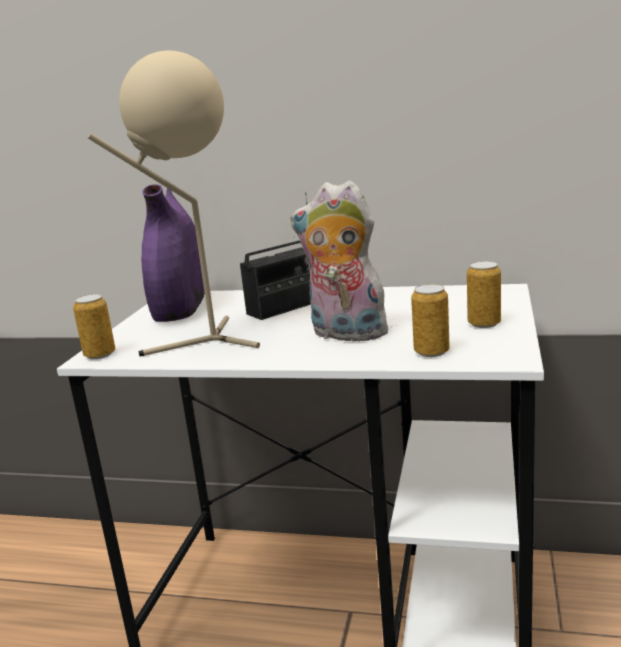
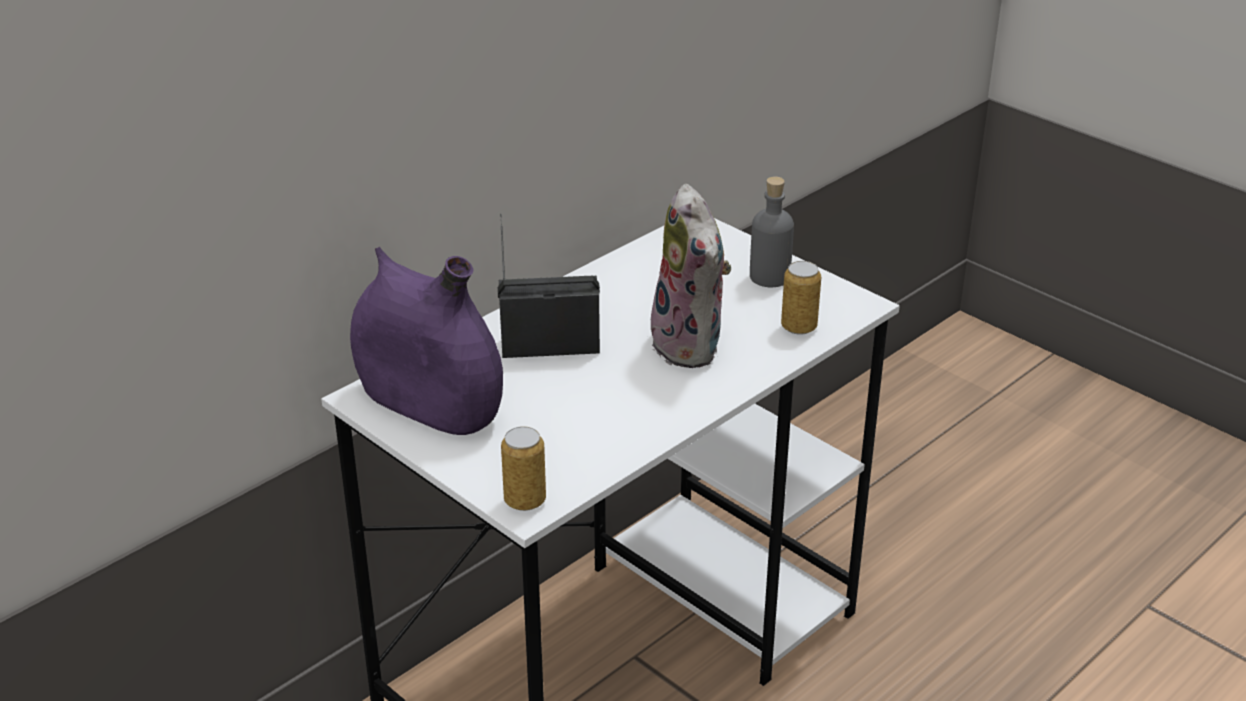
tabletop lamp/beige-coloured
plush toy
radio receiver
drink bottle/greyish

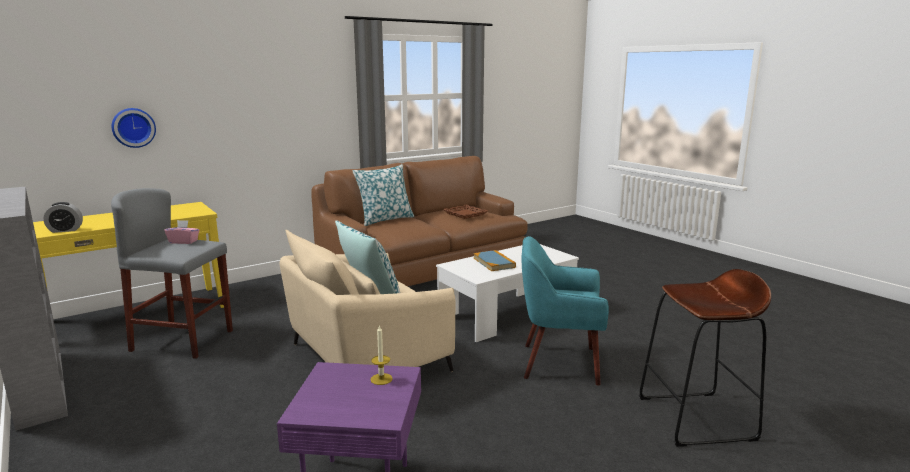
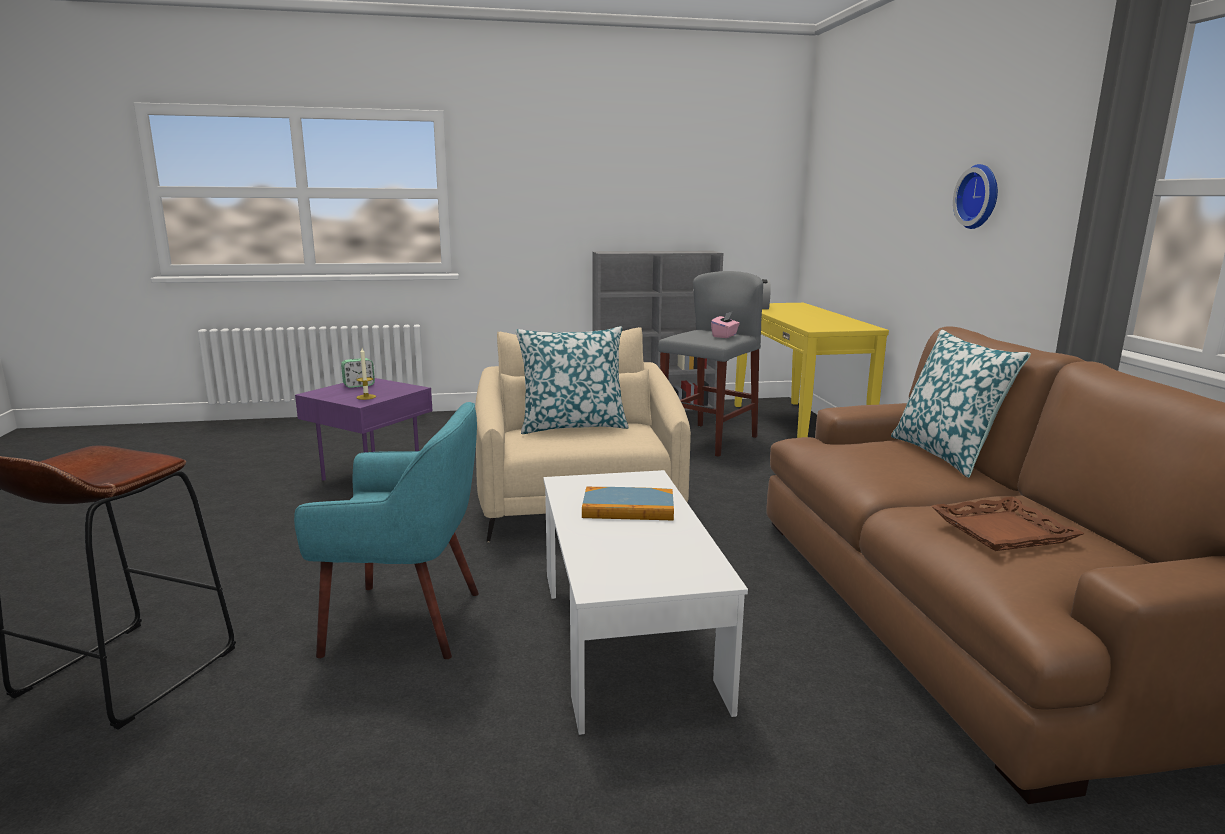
wall clock
armchair/blue-green
alarm clock (1st from left)

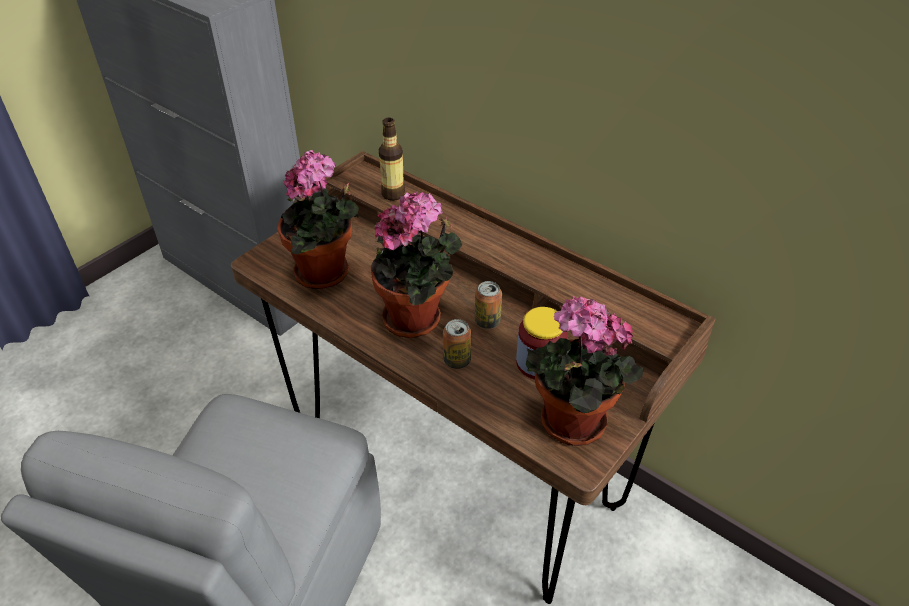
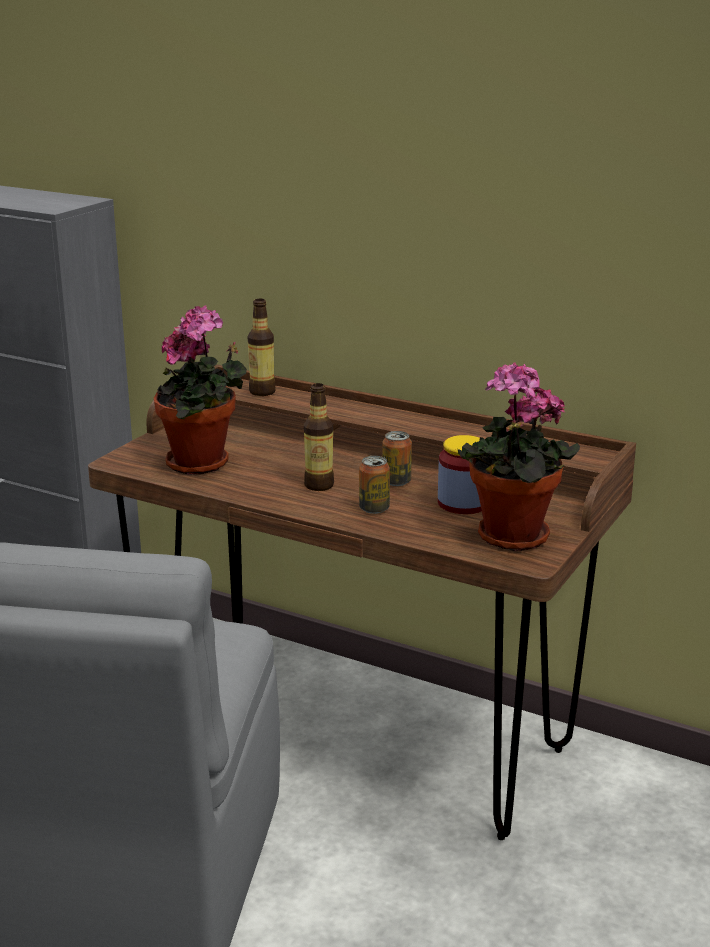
drink bottle (2nd from left)

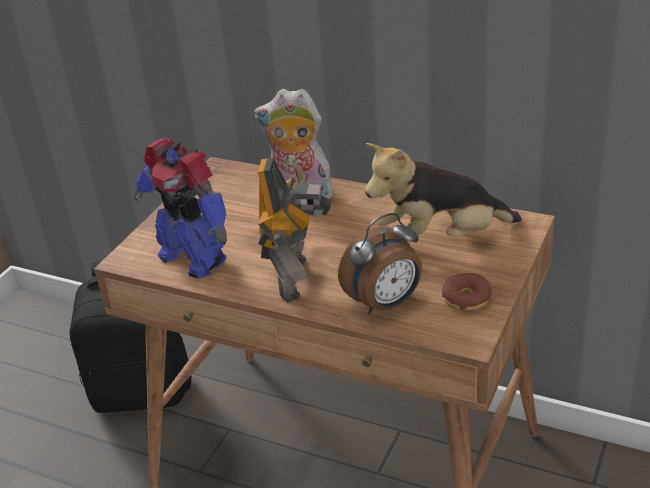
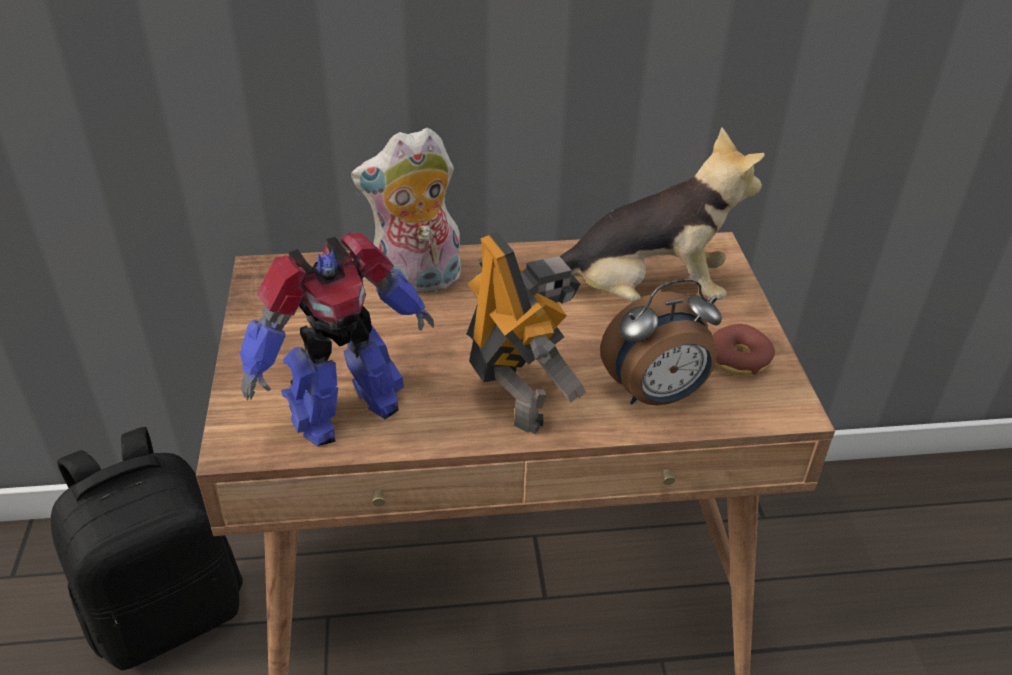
model robot (1st from left)
plush toy (2nd from left)
alarm clock

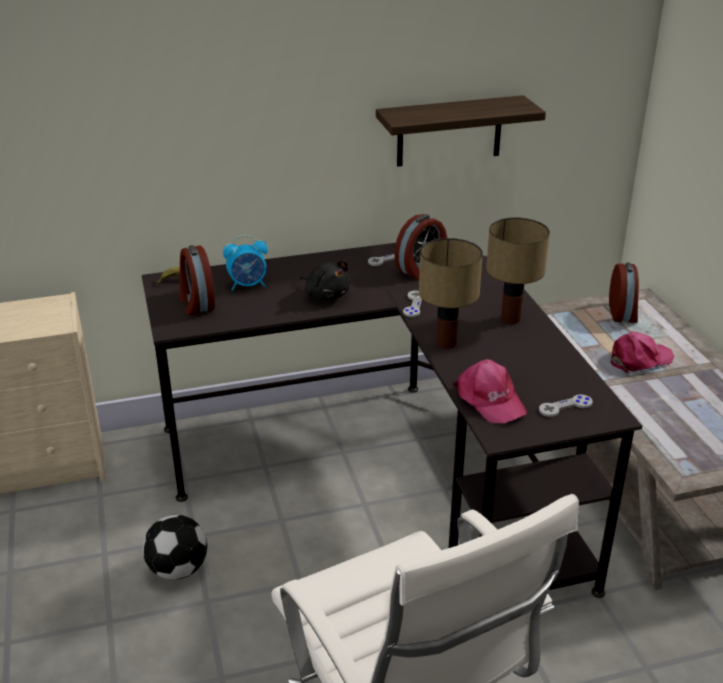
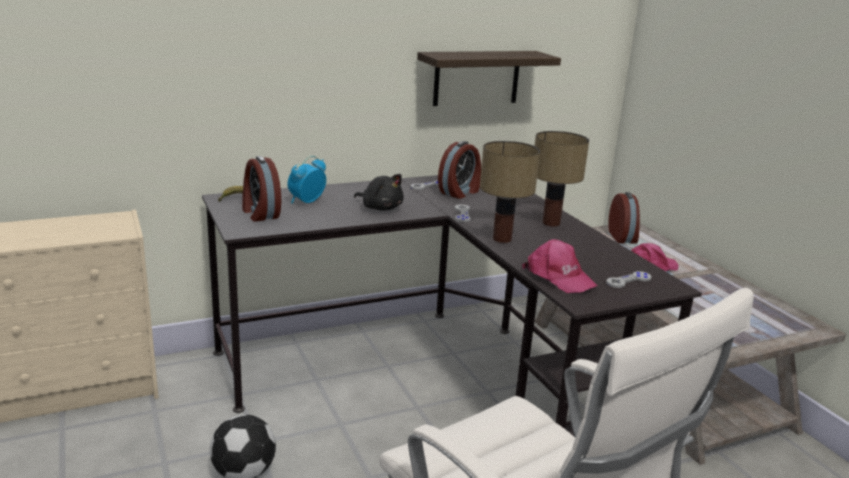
alarm clock (2nd from left)

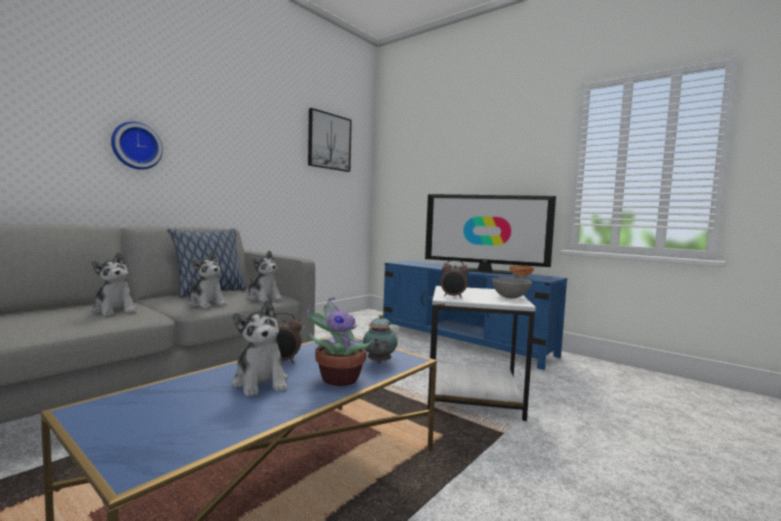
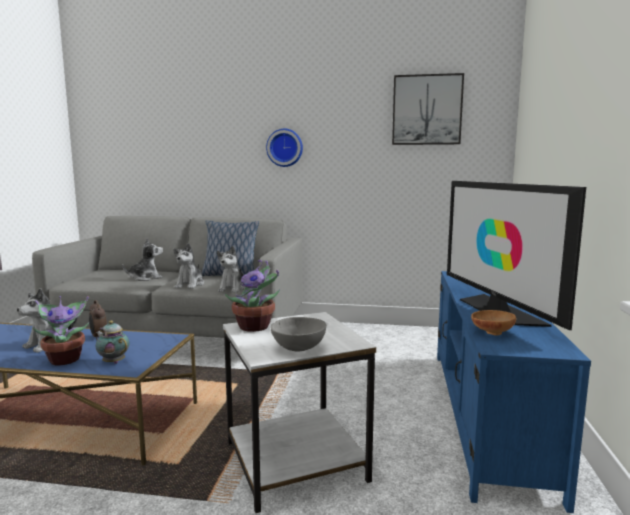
wall clock
plush toy (2nd from left)
potted plant (2nd from left)
pot for tea

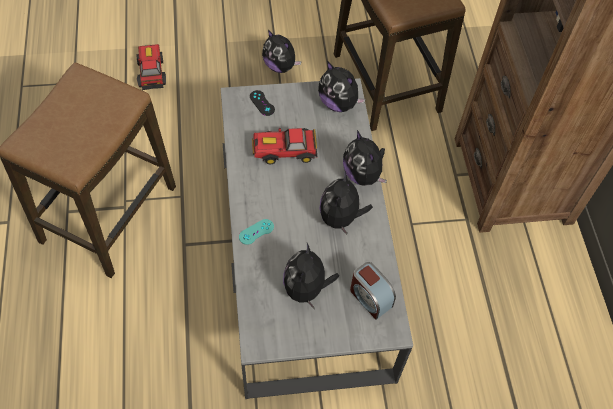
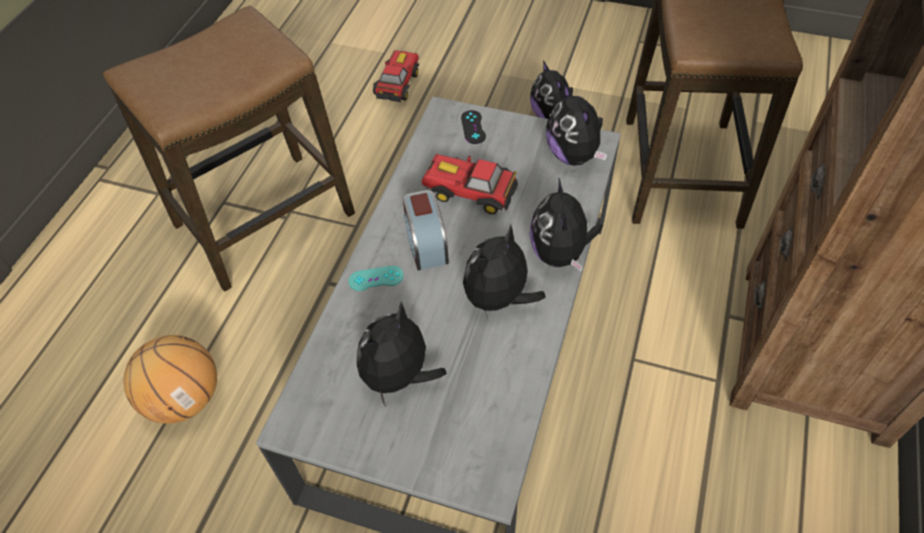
alarm clock
basketball ball

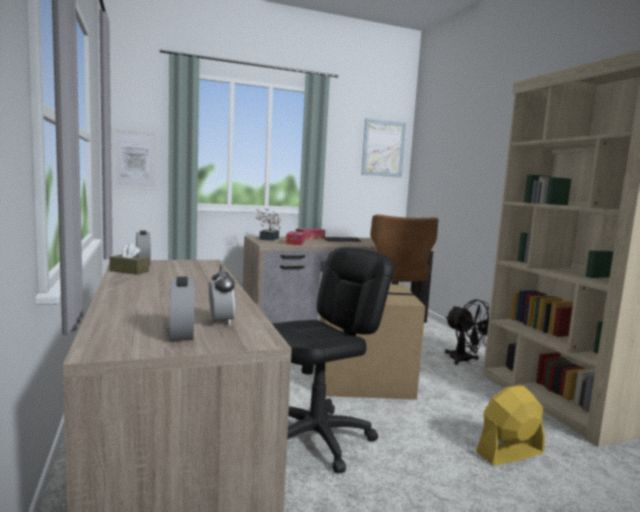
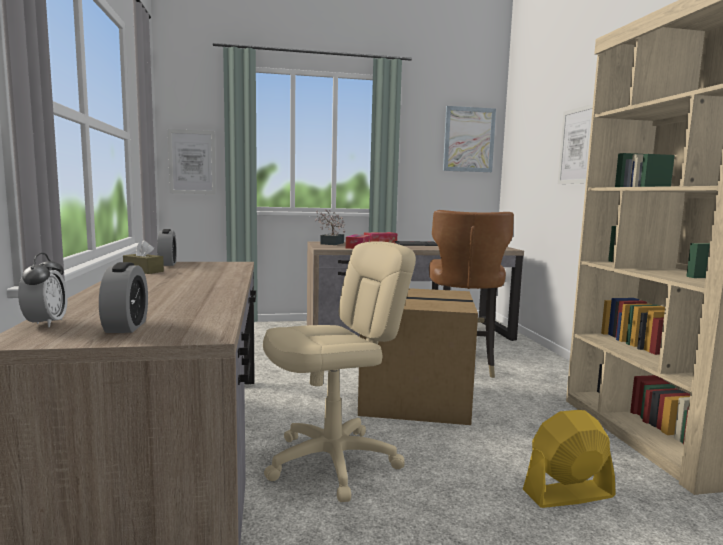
office chair/beige-coloured
alarm clock (1st from left)
fan/black
wall picture (3rd from left)

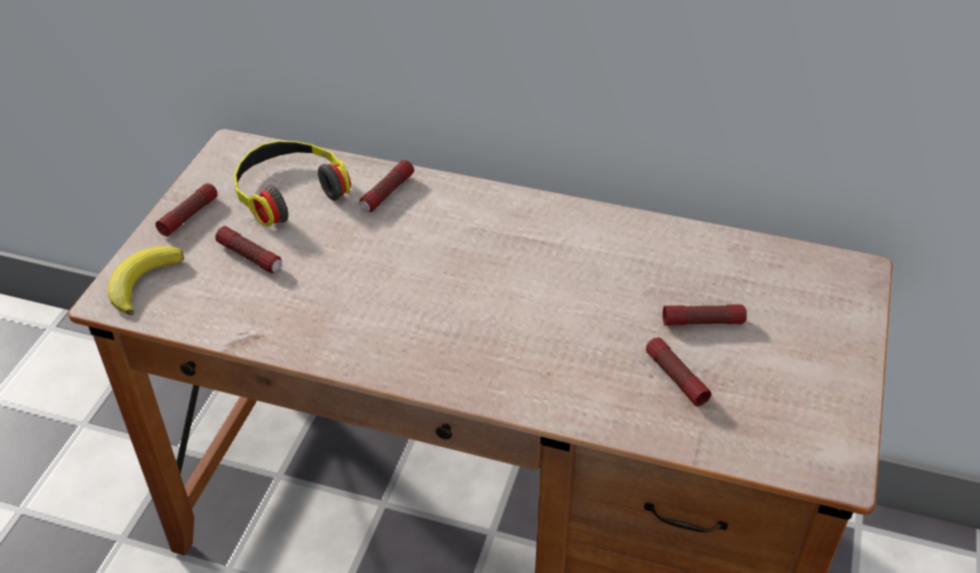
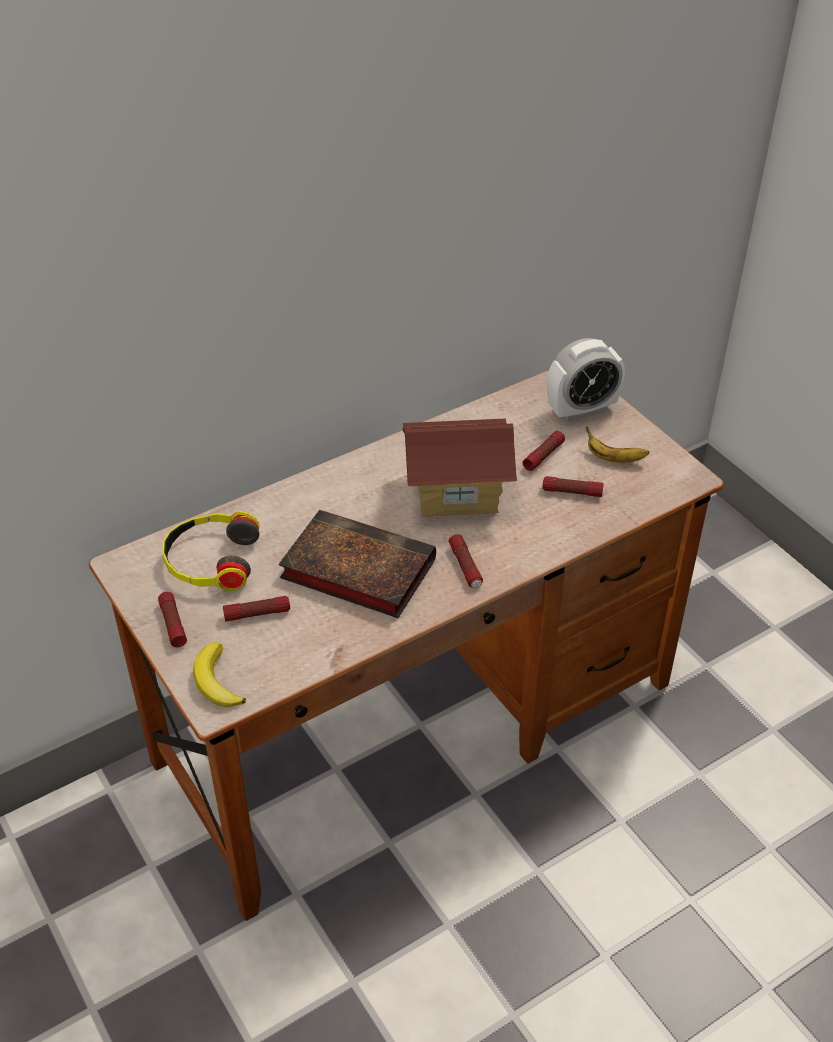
torch (3rd from left)
alarm clock
miniature house
whole banana (2nd from left)
book

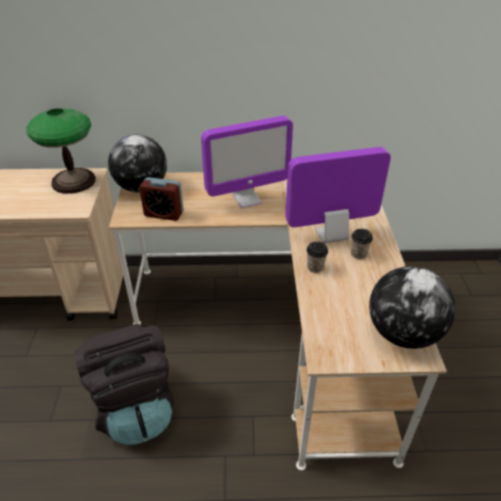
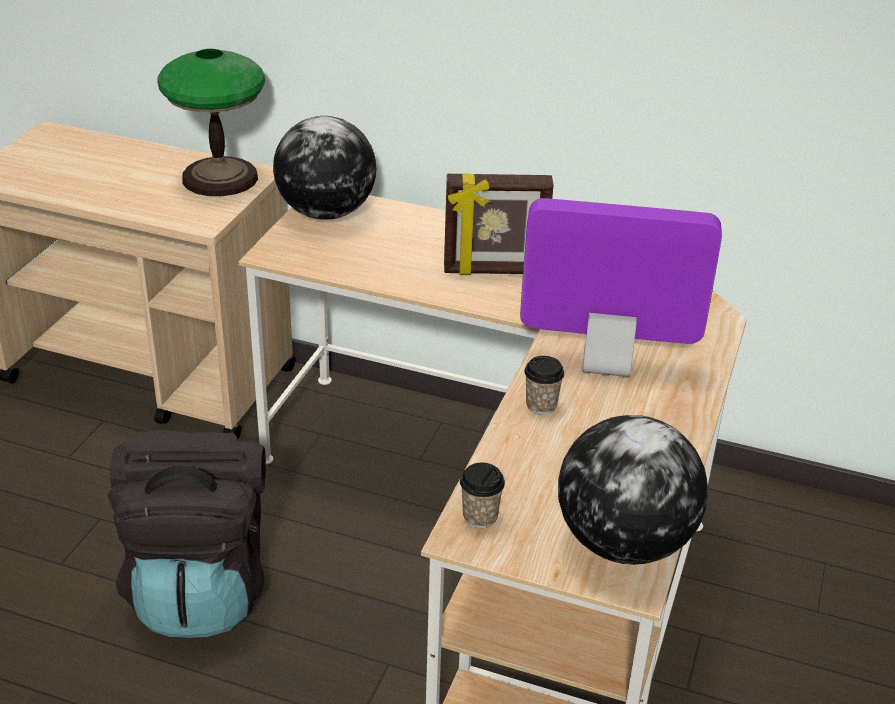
standing frame
alarm clock
cup (1st from left)

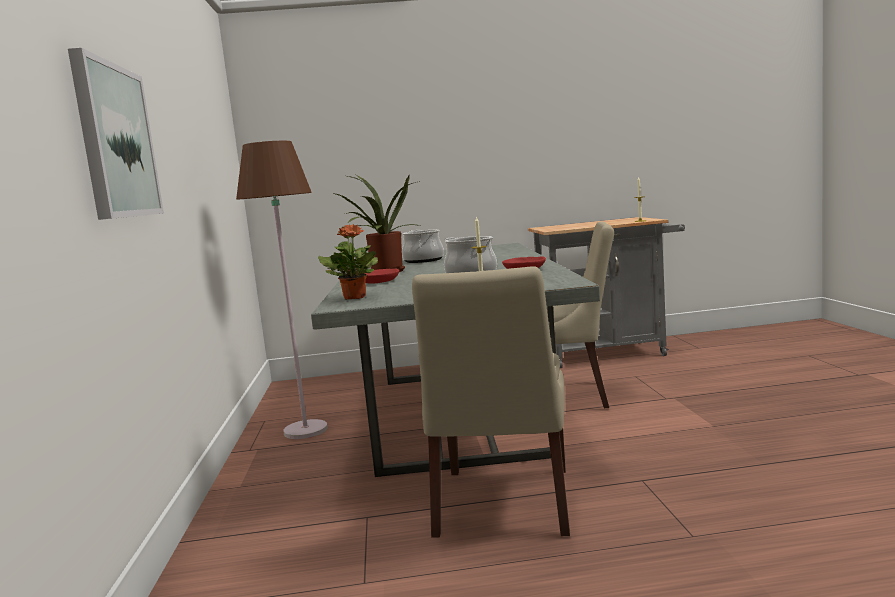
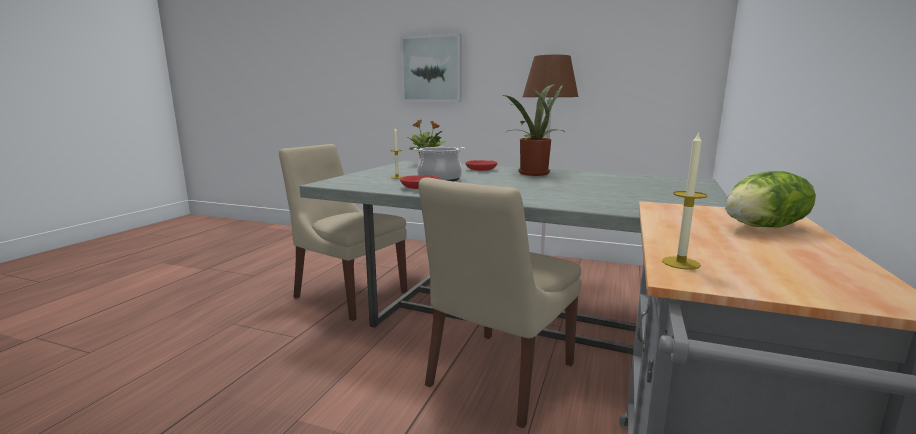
cooking pot (1st from left in the first image)
lettuce

